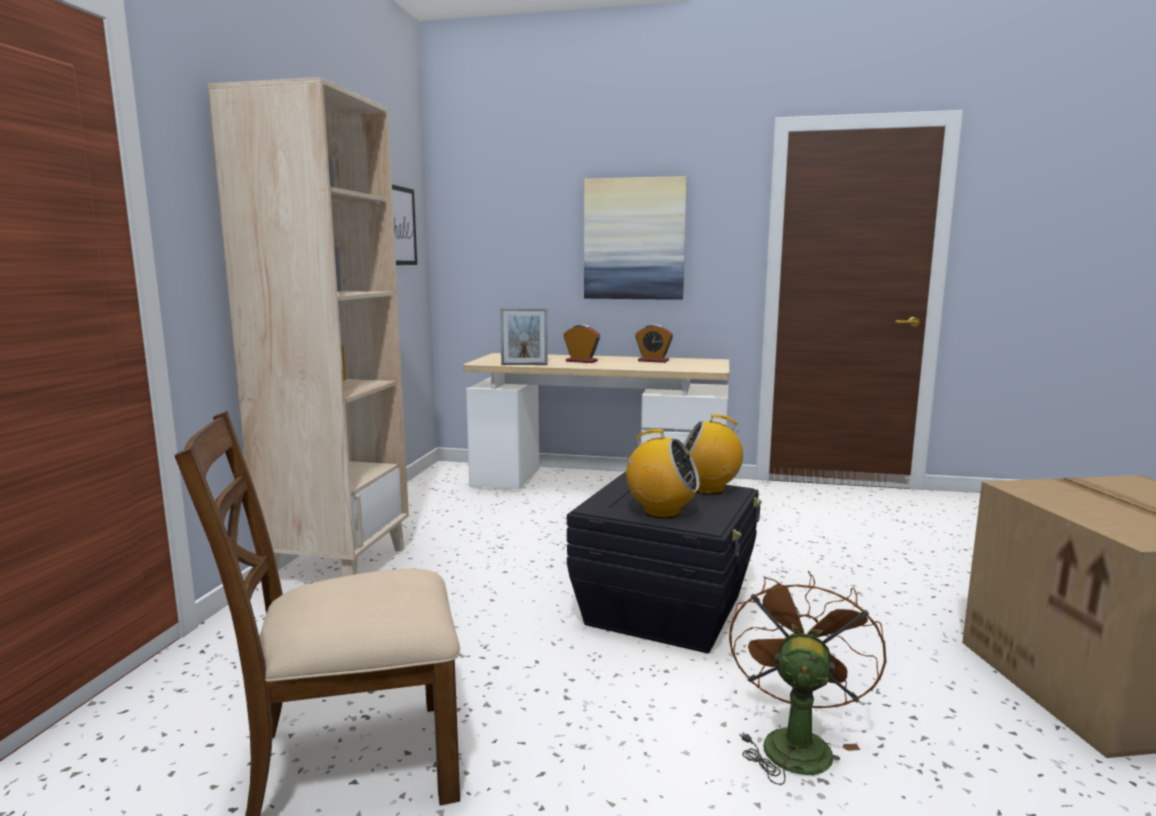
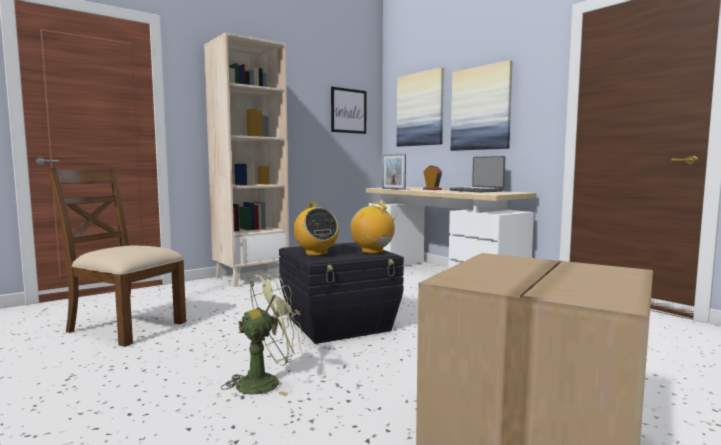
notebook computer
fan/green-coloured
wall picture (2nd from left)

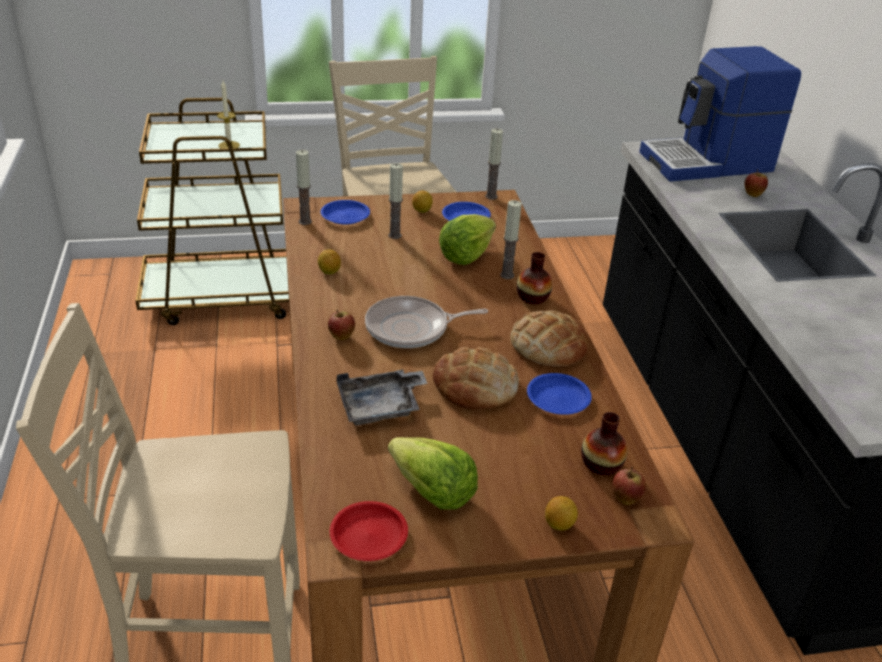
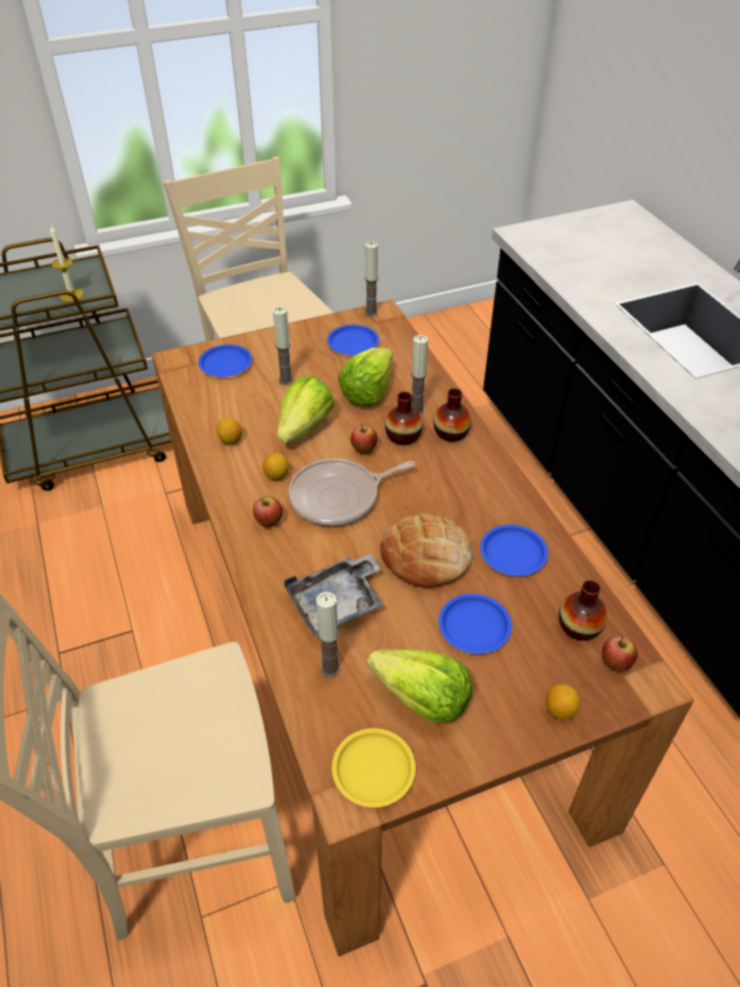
coffee brewer
wax candle (3rd from left)
apple fruit (2nd from left)
citrus fruit (2nd from left)
baked bread (2nd from left in the first image)
plate/yellow
lettuce (1st from left)
flower vase (1st from left)
plate/blue-coloured (3rd from left)

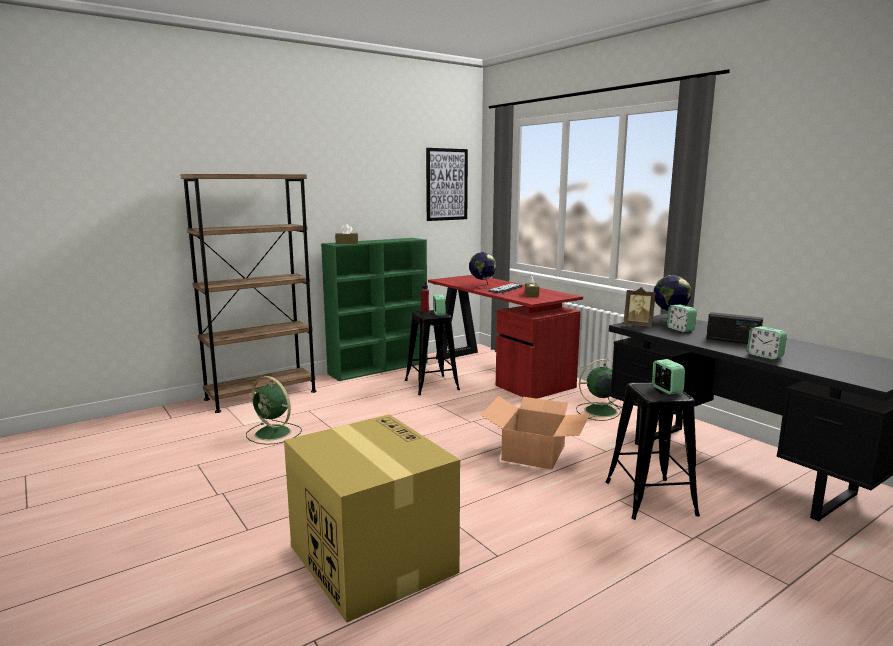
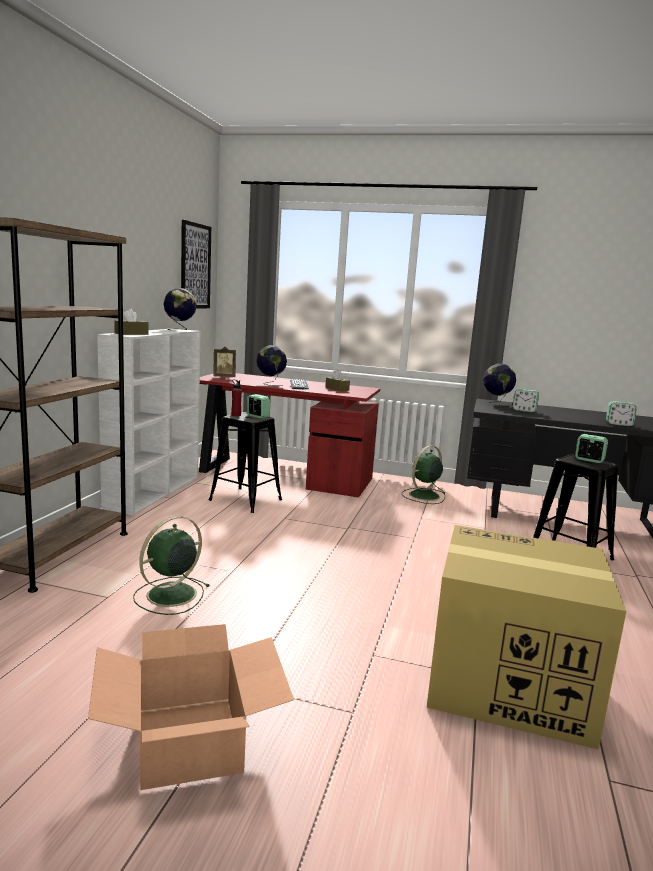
bookcase/white
standing frame
radio receiver
fan/green-coloured (1st from left)
cardboard box (1st from left)
globe (1st from left)

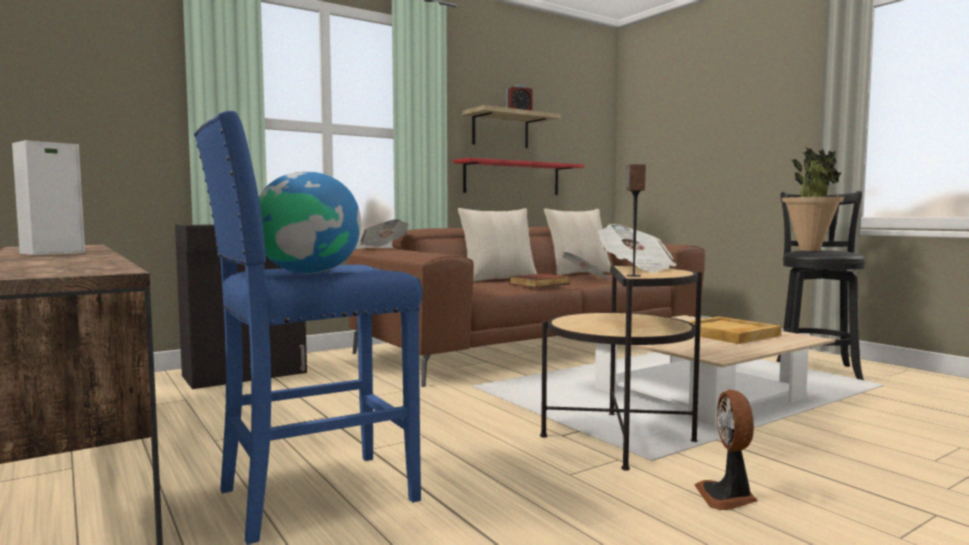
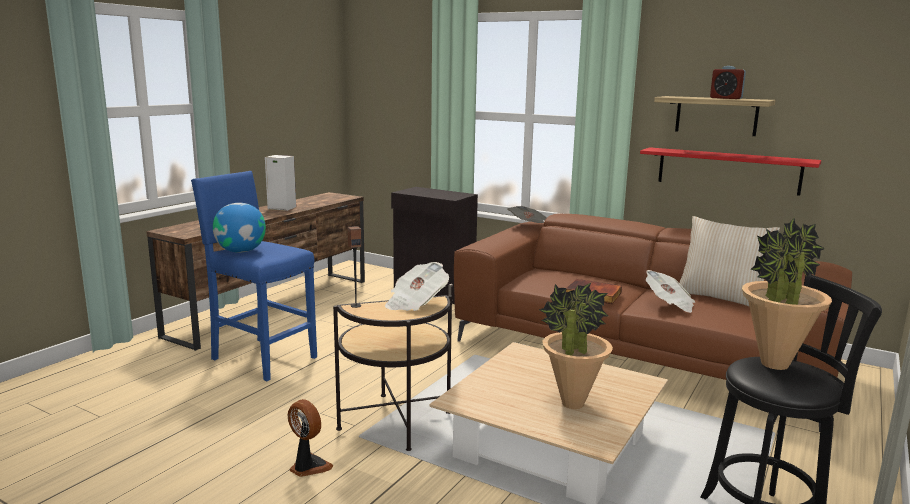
cushion/beige-coloured (1st from left in the first image)
potted plant (1st from left)
fan

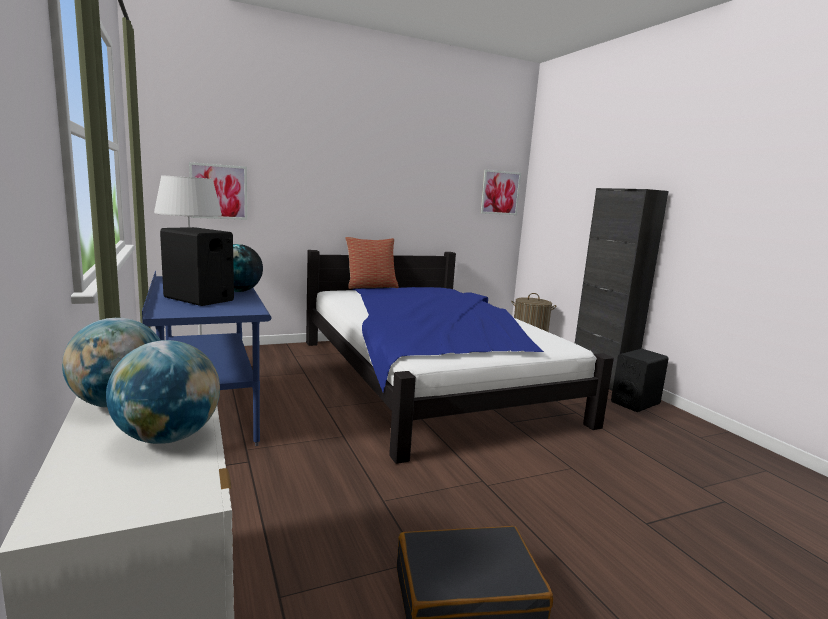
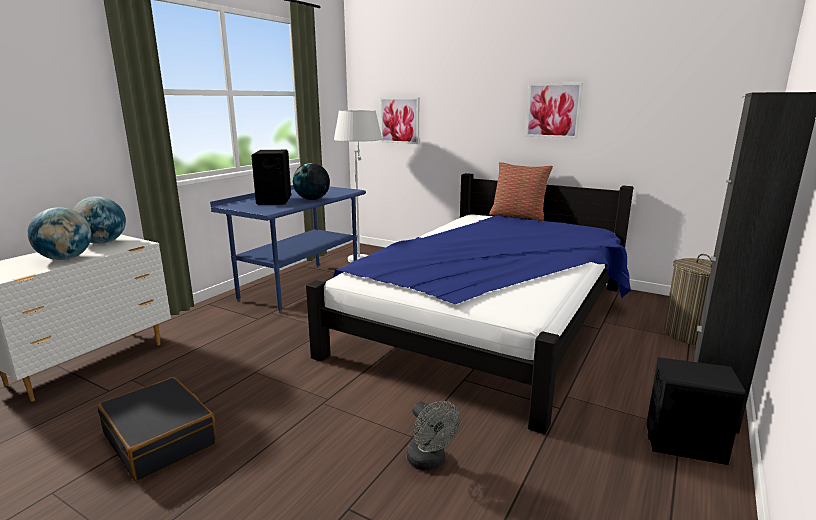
wall picture (2nd from left)
fan/greyish

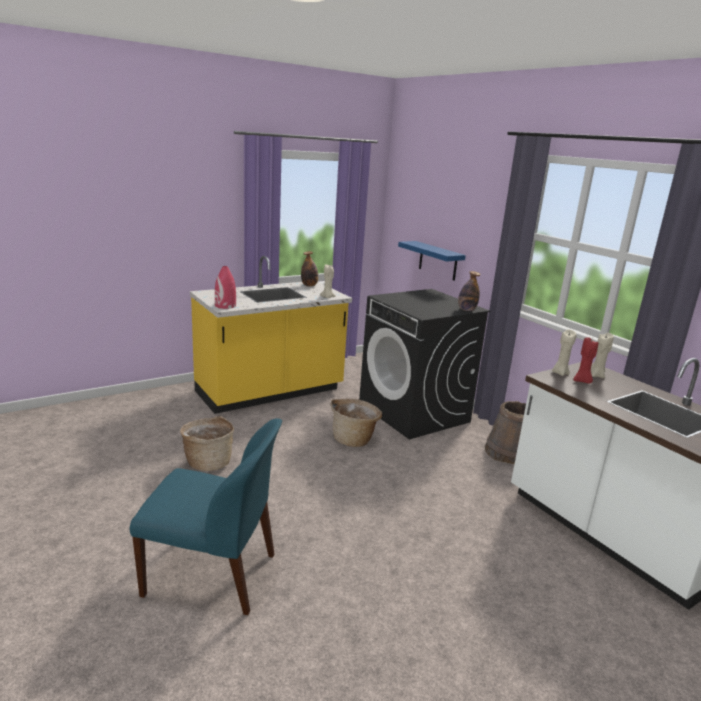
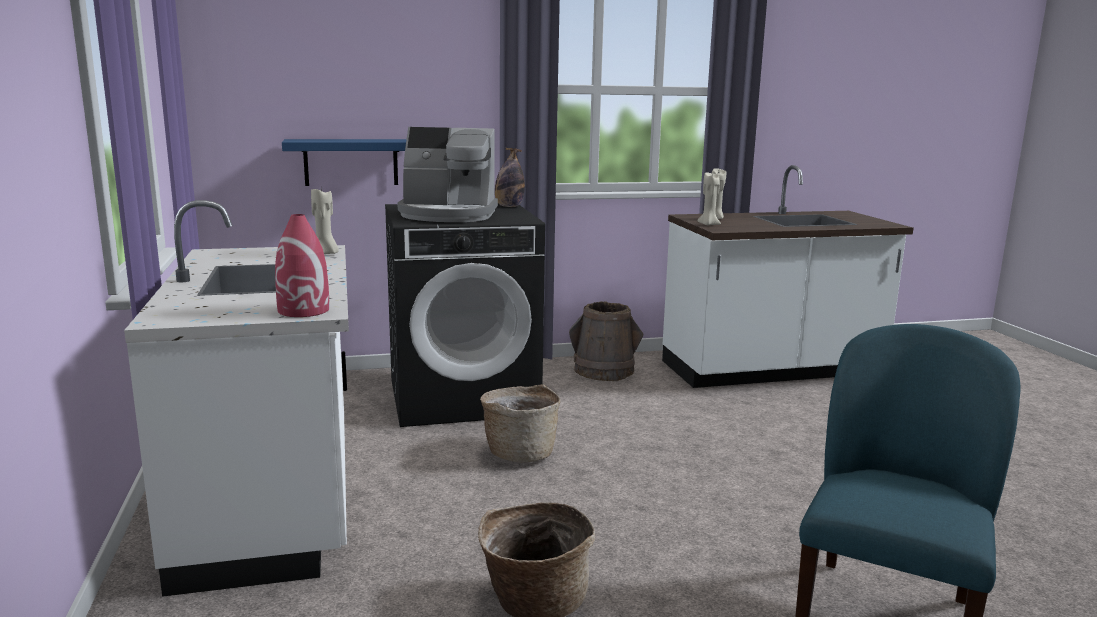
drink bottle (1st from left in the first image)
kitchen base unit/white (1st from left)
wax candle/reddish
coffee brewer

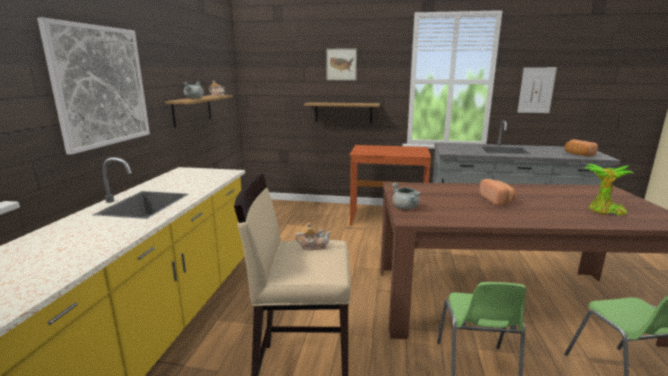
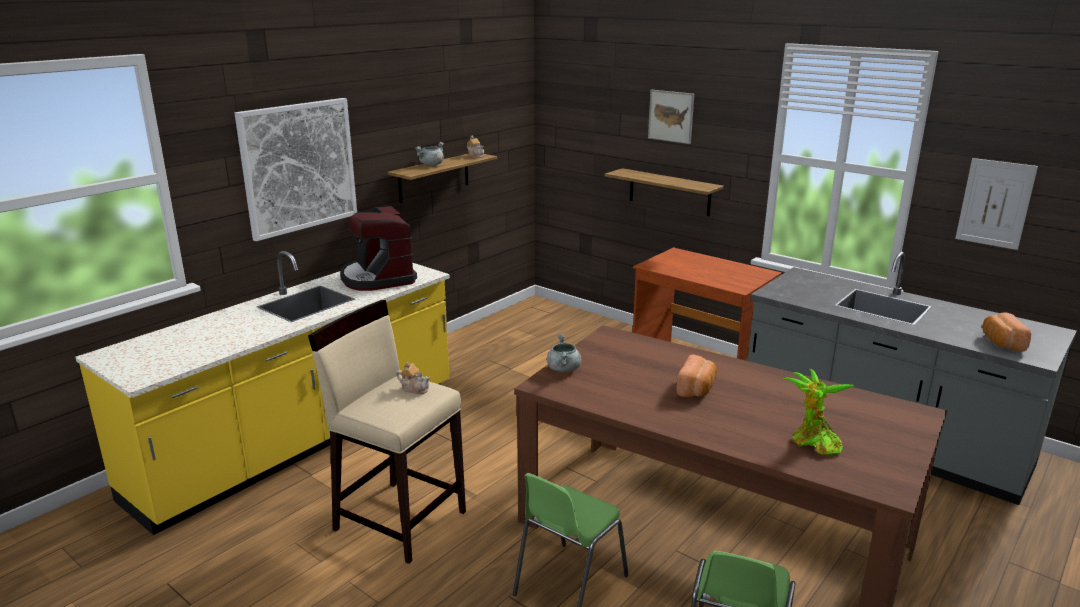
coffee brewer

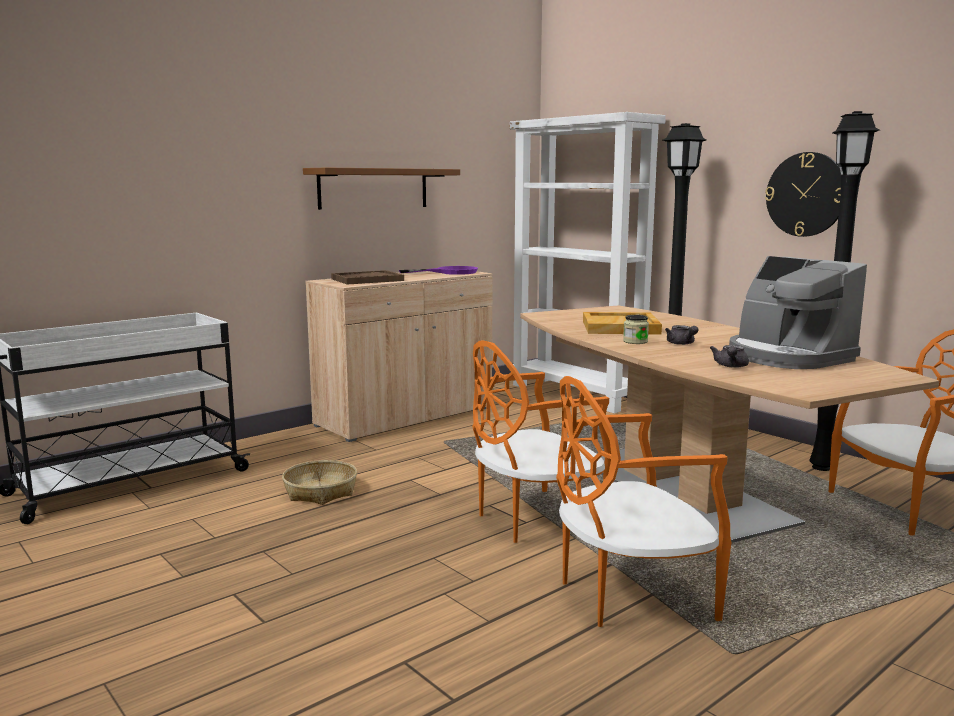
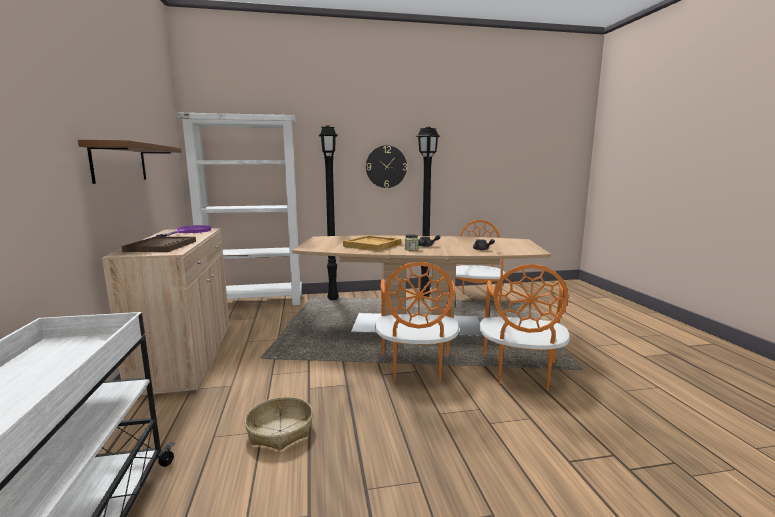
coffee brewer

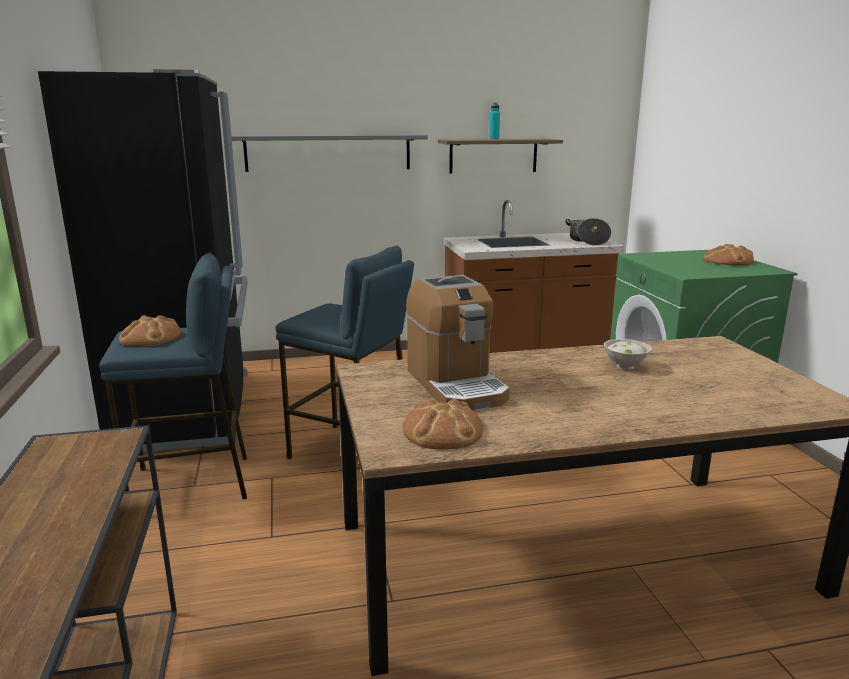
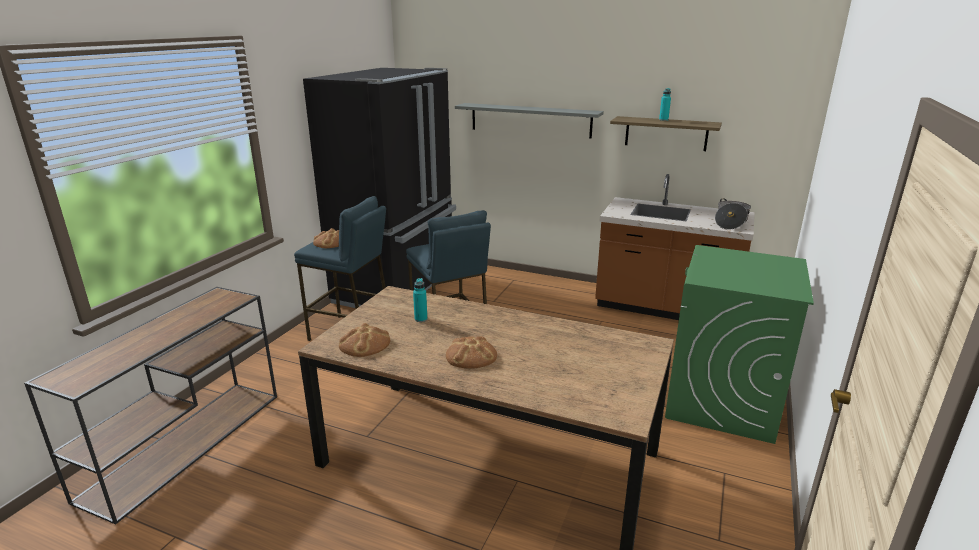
baked bread (3rd from left)
drink bottle/blue-green (1st from left)
bowl/white

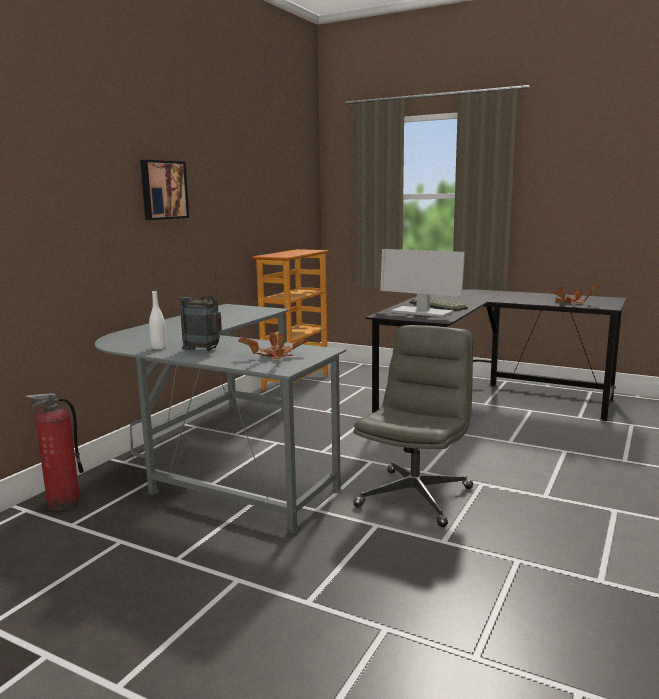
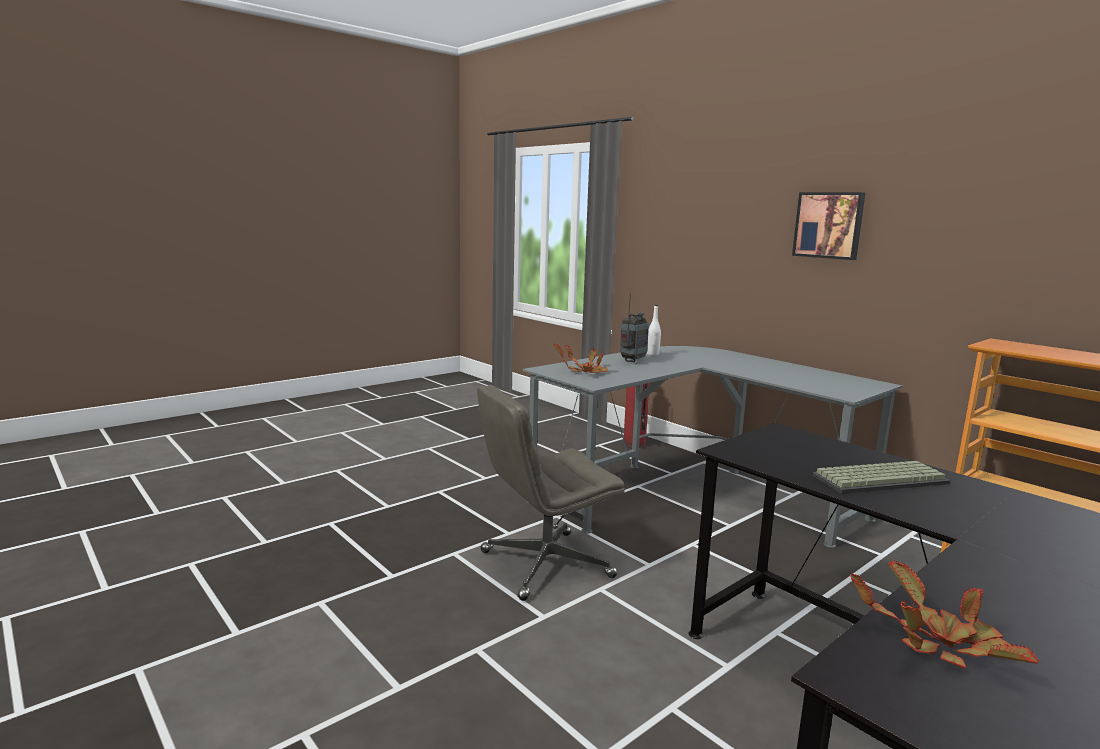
computer screen
office chair/greyish

